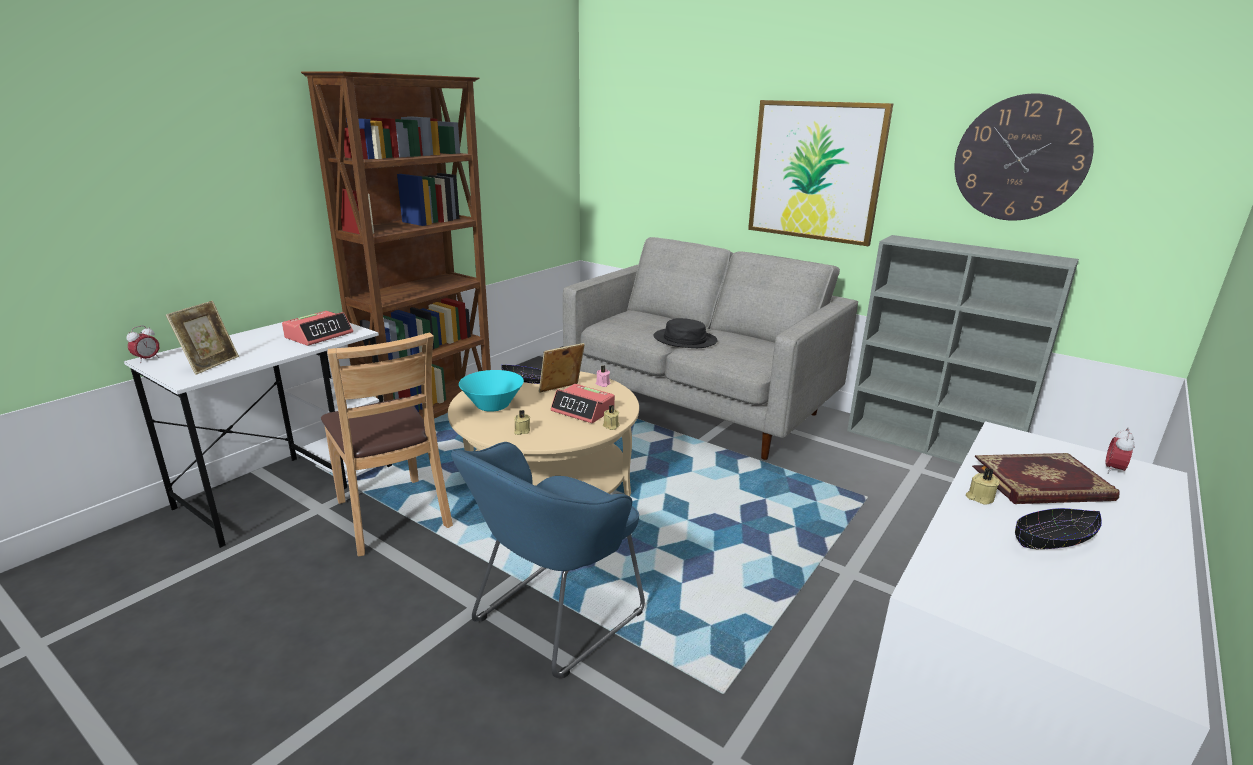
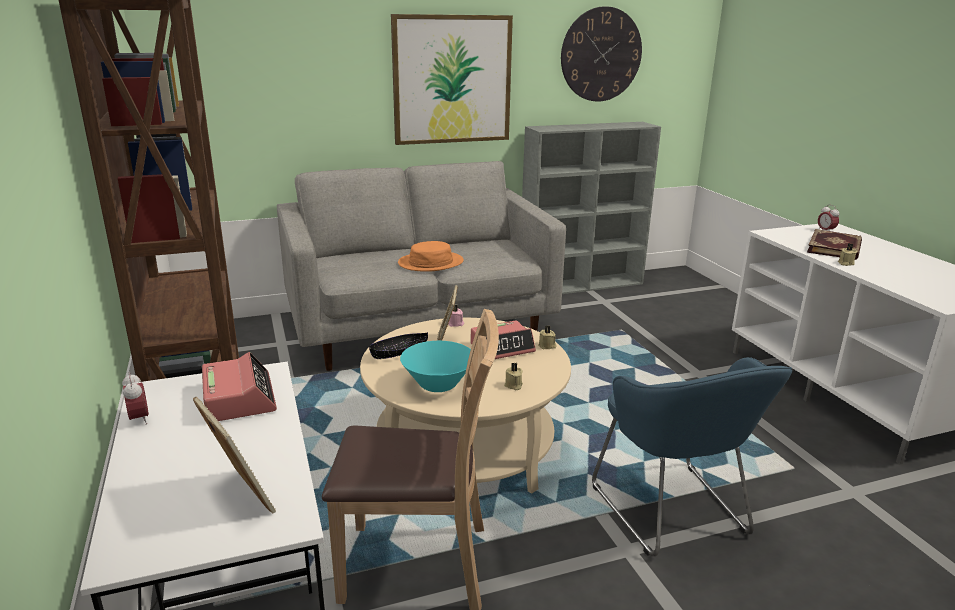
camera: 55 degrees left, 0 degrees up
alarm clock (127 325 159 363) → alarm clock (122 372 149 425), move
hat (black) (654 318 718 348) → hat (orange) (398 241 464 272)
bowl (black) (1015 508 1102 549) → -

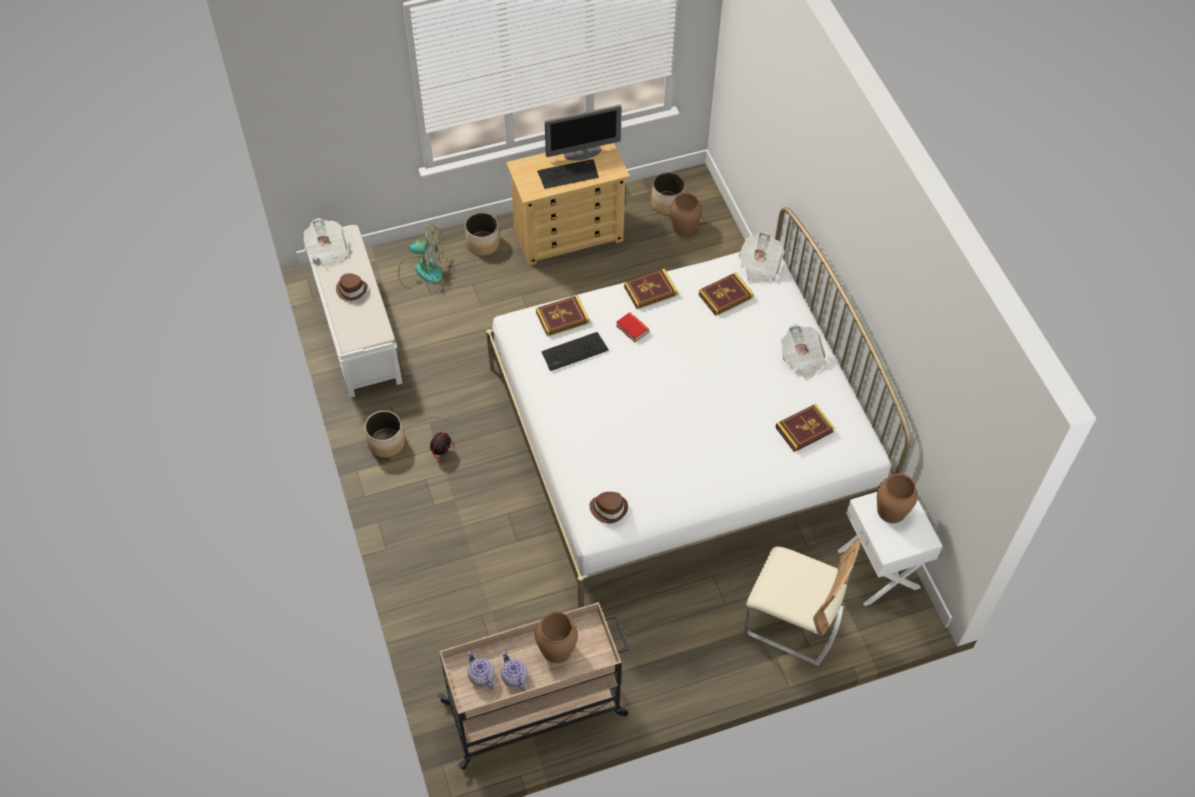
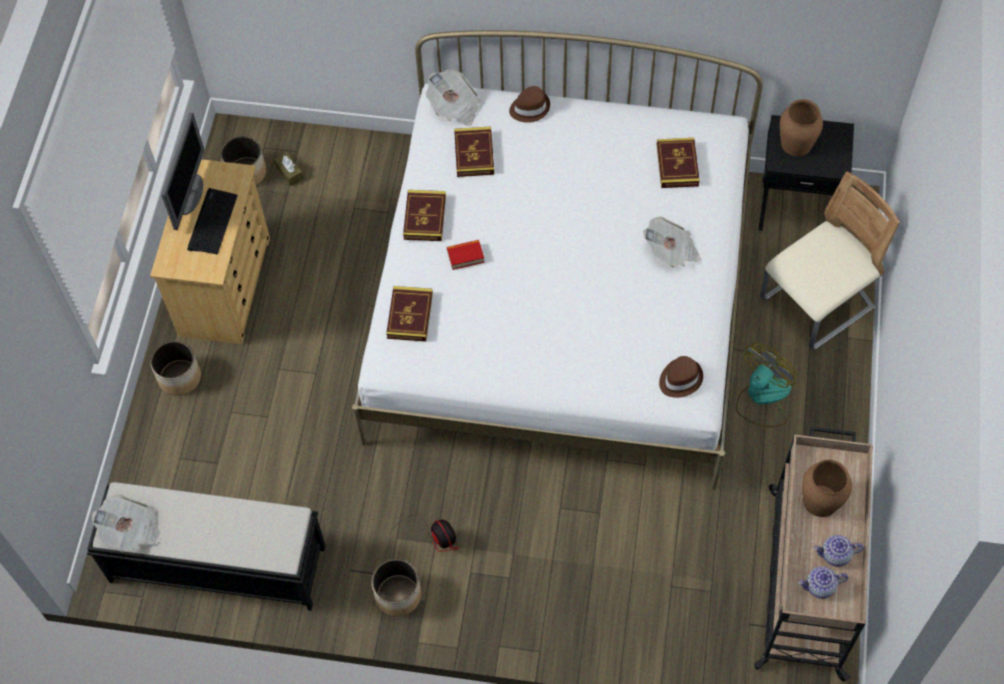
camera: 60 degrees left, 5 degrees up
bench (white) (303 225 402 398) → bench (black) (87 482 326 611)
vase (brown) (670 192 702 237) → tissue box (brown) (274 152 304 186)
hat (brown) (336 273 368 301) → hat (brown) (509 86 550 123), move
newspaper (781 324 827 380) → newspaper (643 217 701 267), move
fan (398 225 444 289) → fan (736 343 797 427), move
nightstand (white) (838 492 943 606) → nightstand (black) (759 115 854 231)
keyboard (541 332 609 371) → -

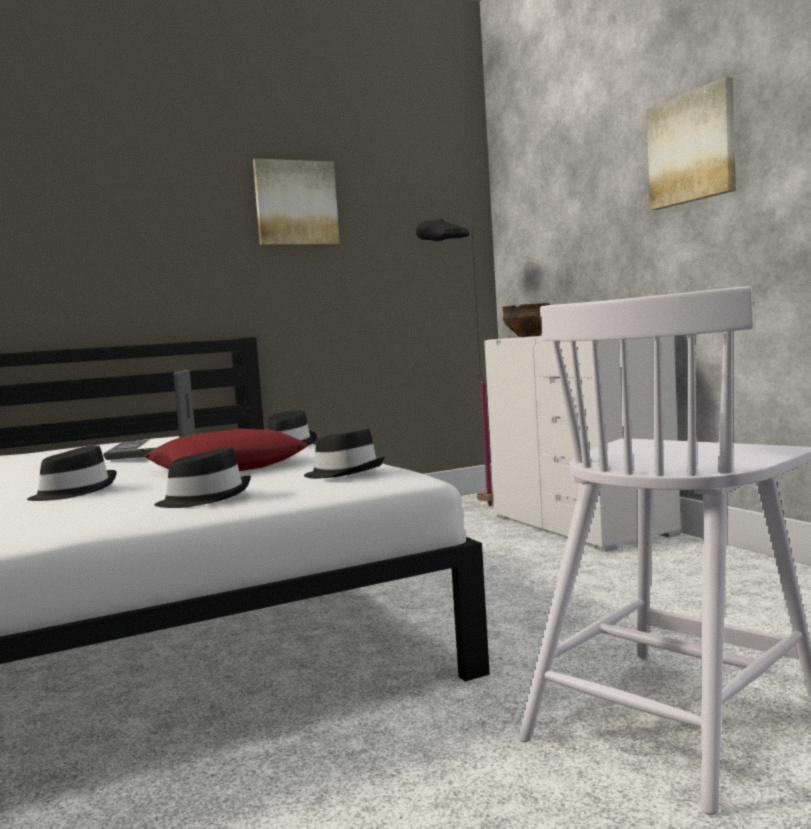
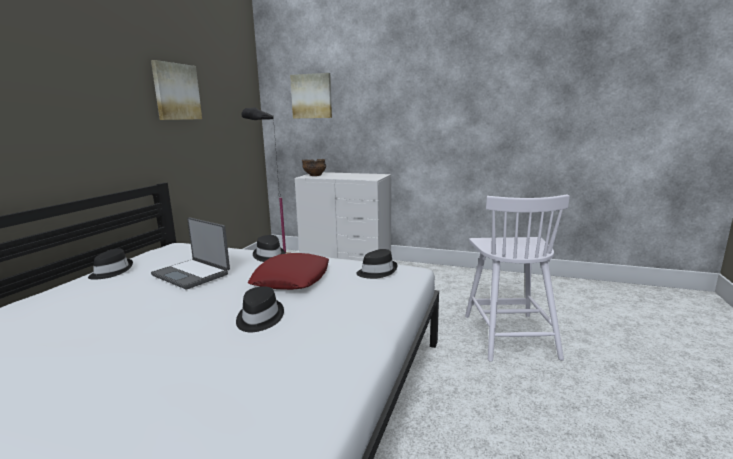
camera: 45 degrees left, 10 degrees up
hat (black) (154 447 251 508) → hat (black) (88 249 133 279), move
picture (646 77 736 210) → picture (290 73 332 118), move

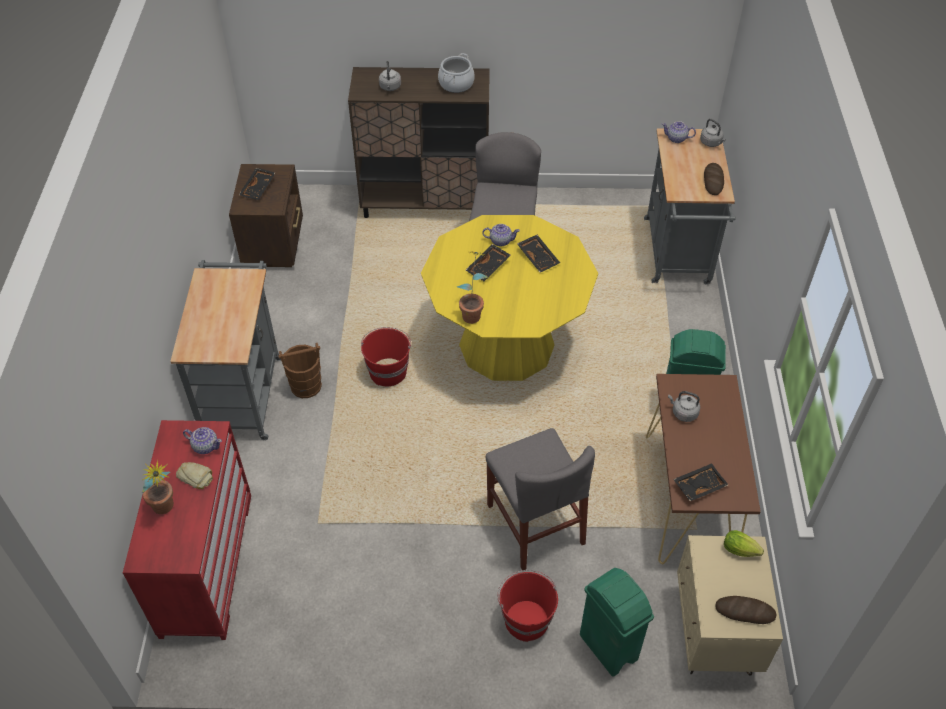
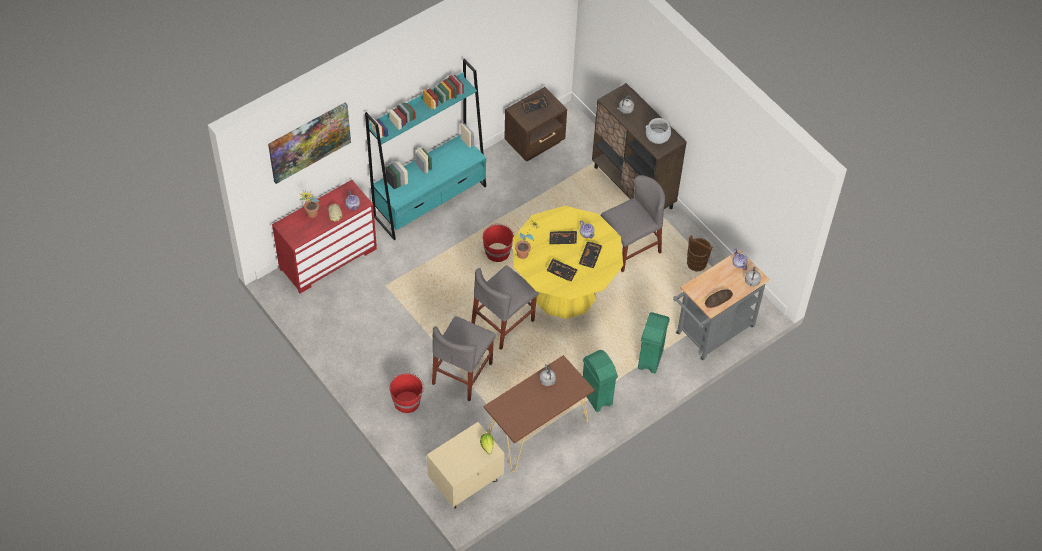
camera: 50 degrees right, 5 degrees up
- → picture (268 102 351 184)
cart (grey) (170 260 281 440) → bookcase (turquoise) (365 59 486 240)
- → chair (grey) (471 265 539 350)
tray (black) (673 463 728 501) → tray (black) (546 259 577 282), move
trash can (green) (580 568 654 677) → trash can (green) (638 312 670 374), move
bucket (brown) (278 343 322 398) → bucket (brown) (687 235 712 271), move
bread (716 596 776 624) → -

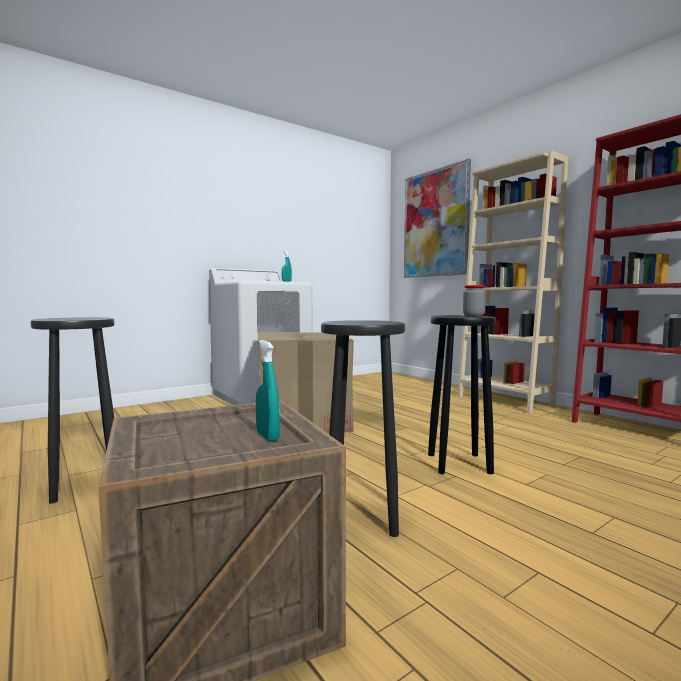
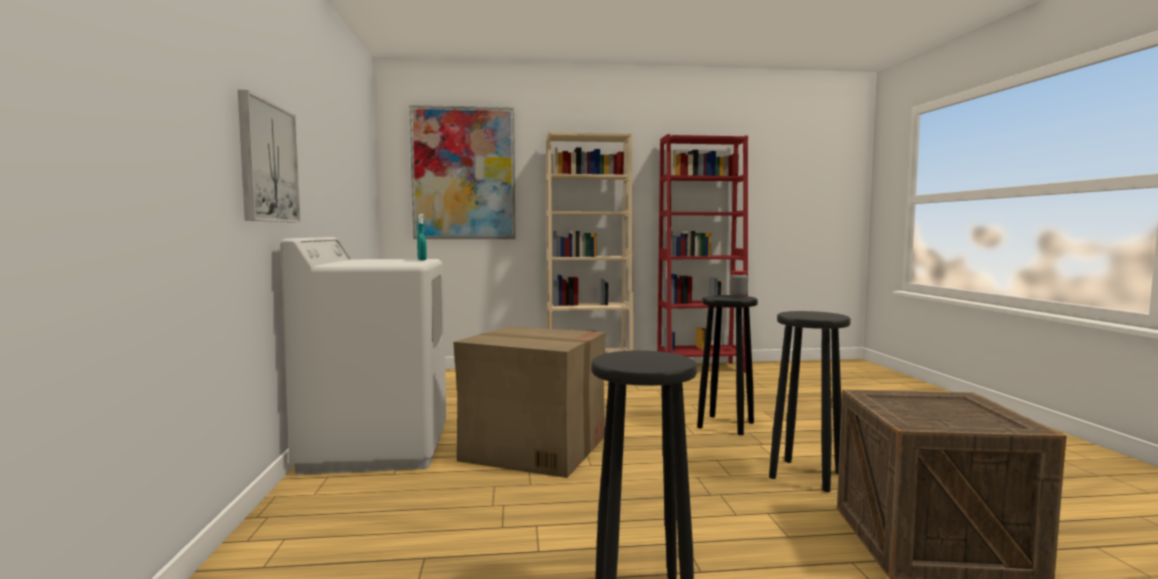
camera: 60 degrees left, 0 degrees up
- → picture (238 90 301 222)
spray bottle (turquoise) (256 340 280 442) → -

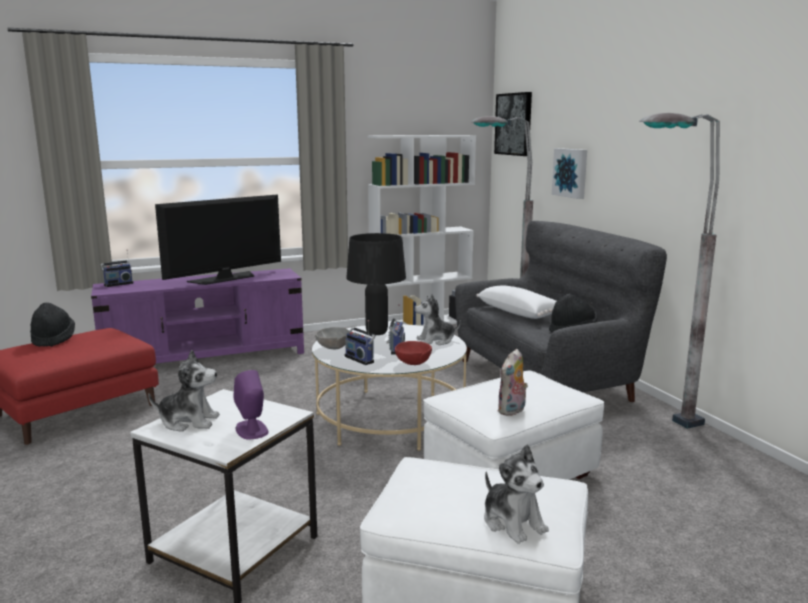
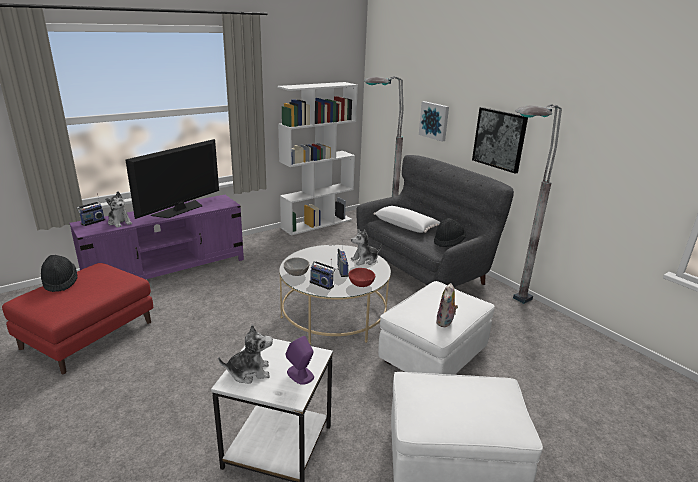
camera: 15 degrees left, 10 degrees up
plush toy (484 445 549 544) → plush toy (105 192 132 228), move
picture (494 92 532 156) → picture (472 107 528 174), move
table lamp (black) (346 233 406 335) → -

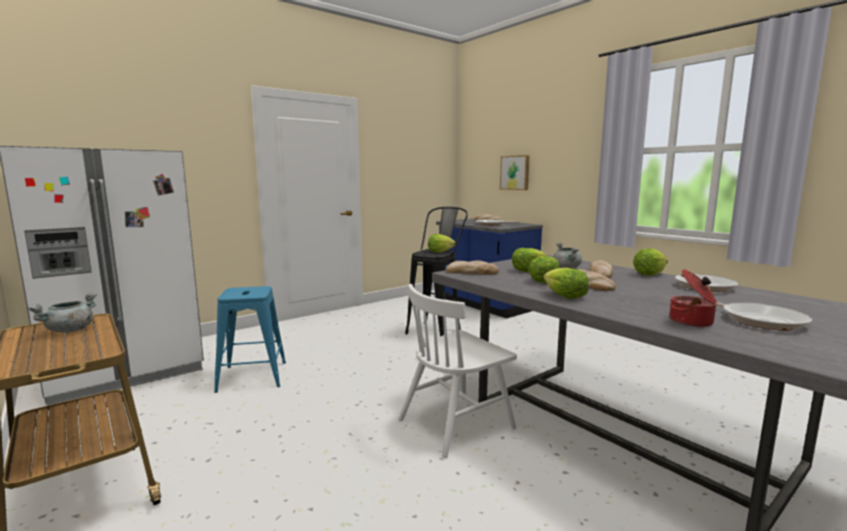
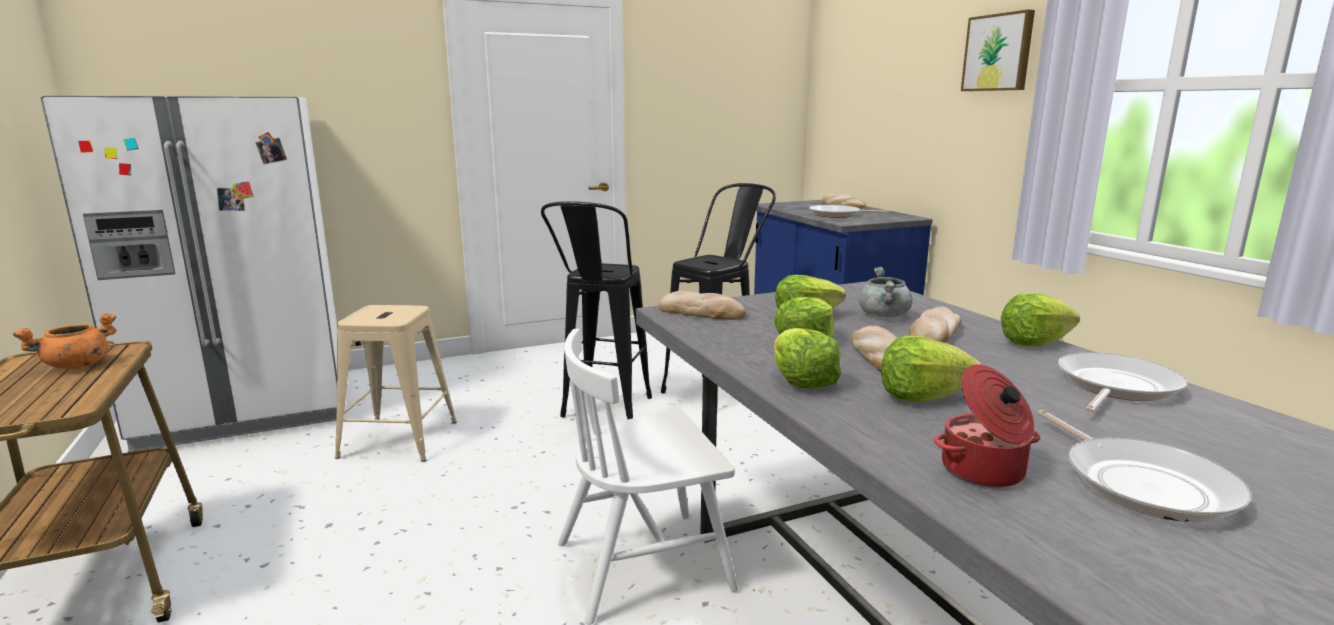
camera: 15 degrees right, 5 degrees up
cooking pot (grey) (28 293 97 333) → cooking pot (orange) (12 314 117 369)
stool (blue) (214 286 286 393) → stool (beige) (335 305 457 461)
- → stool (black) (541 202 652 420)
lettuce (428 234 455 253) → lettuce (881 336 982 402), move
picture (500 155 530 190) → picture (961 9 1035 91), move

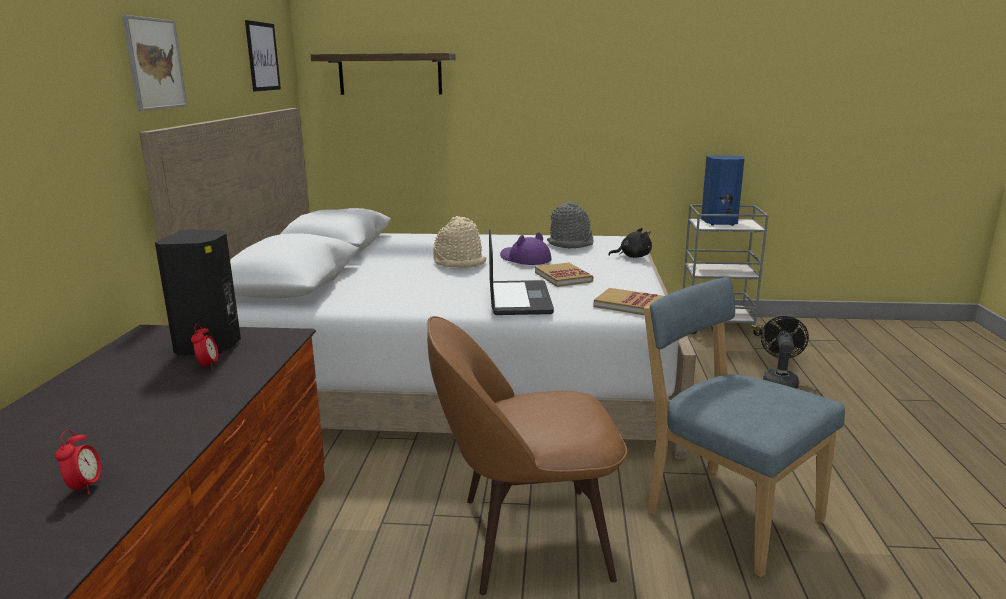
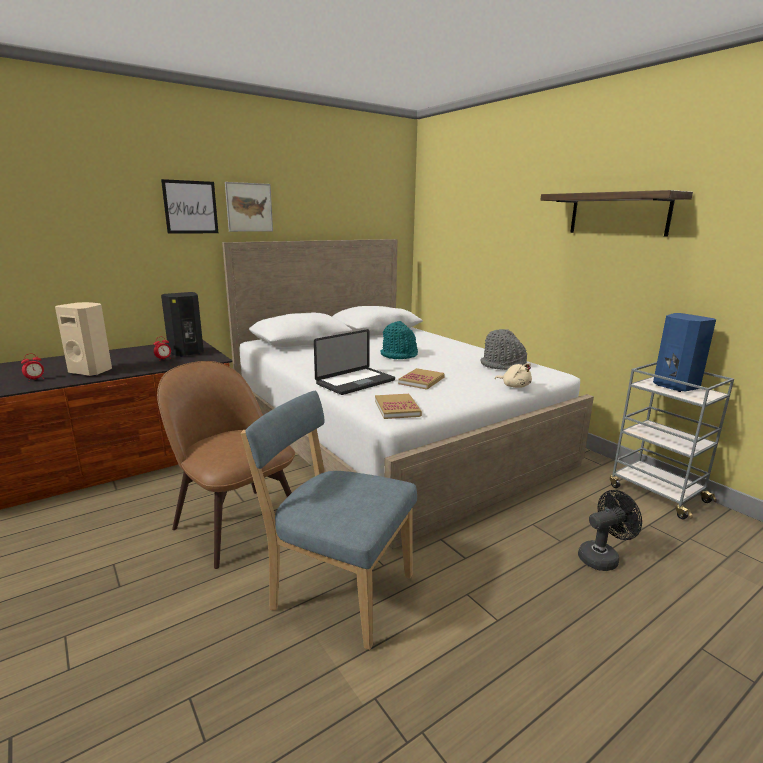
camera: 50 degrees right, 0 degrees up
- → speaker (beige) (55 302 112 376)
picture (245 20 281 91) → picture (161 179 218 234), move
chair (blue) (644 277 845 577) → chair (blue) (241 391 417 650), 75 degrees counterclockwise
hat (beige) (433 216 487 268) → hat (turquoise) (380 321 418 359)
plush toy (black) (608 228 652 258) → plush toy (beige) (495 363 532 388)
shelf (311 53 456 95) → shelf (540 190 693 237), move
hat (purple) (500 232 552 265) → -

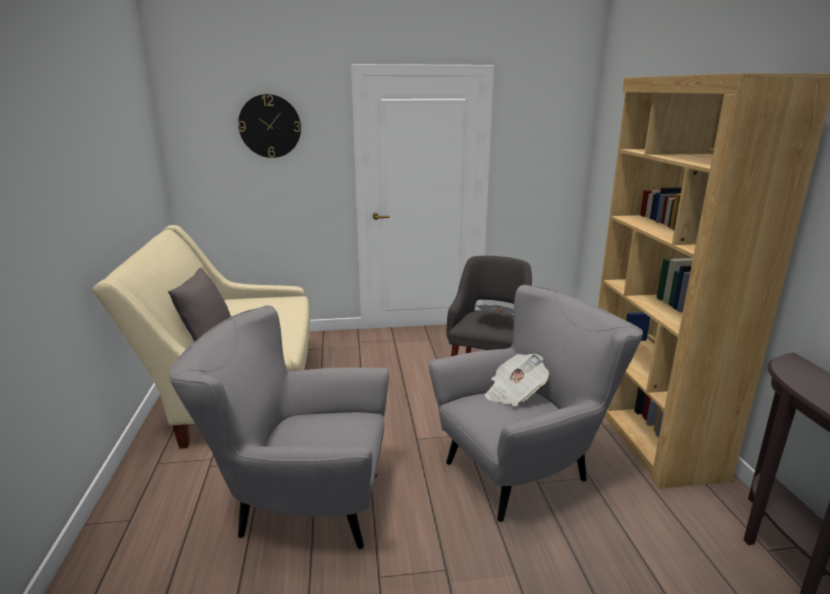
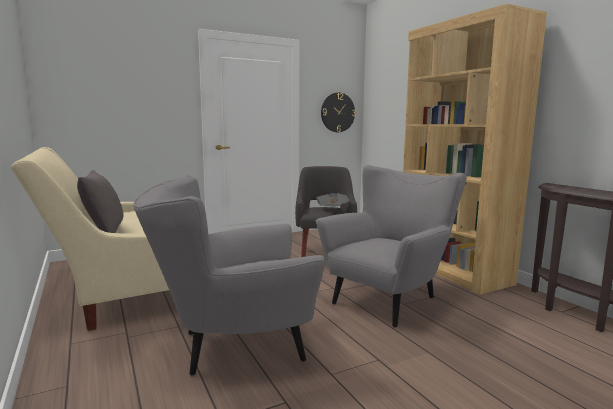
camera: 20 degrees left, 10 degrees down
wall clock (238 94 301 158) → wall clock (321 92 356 132), move
newspaper (485 354 549 406) → -

